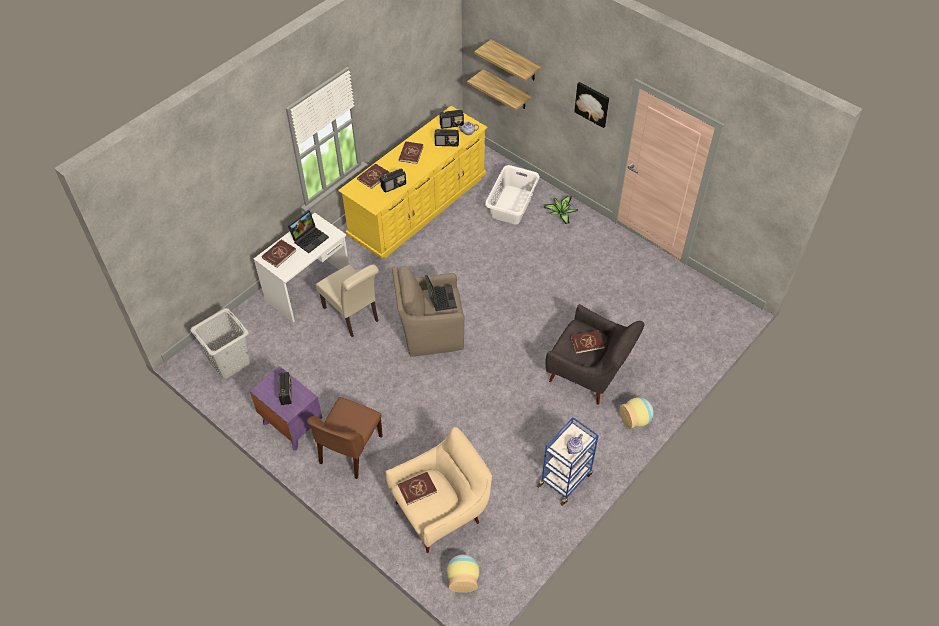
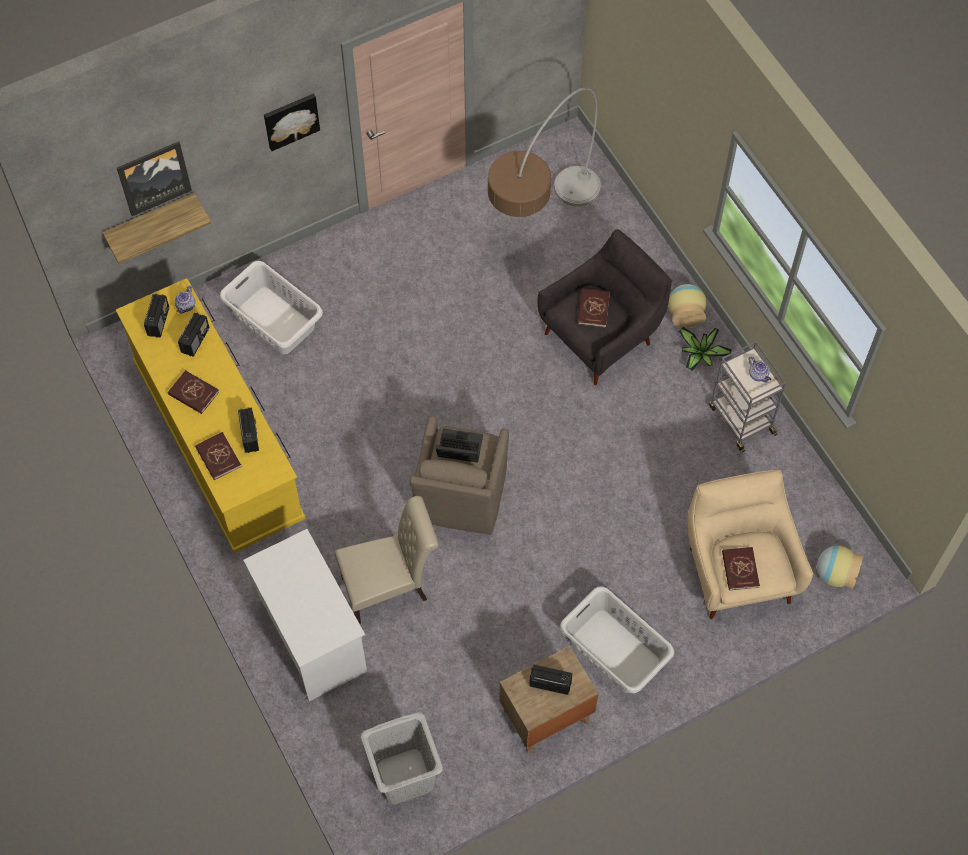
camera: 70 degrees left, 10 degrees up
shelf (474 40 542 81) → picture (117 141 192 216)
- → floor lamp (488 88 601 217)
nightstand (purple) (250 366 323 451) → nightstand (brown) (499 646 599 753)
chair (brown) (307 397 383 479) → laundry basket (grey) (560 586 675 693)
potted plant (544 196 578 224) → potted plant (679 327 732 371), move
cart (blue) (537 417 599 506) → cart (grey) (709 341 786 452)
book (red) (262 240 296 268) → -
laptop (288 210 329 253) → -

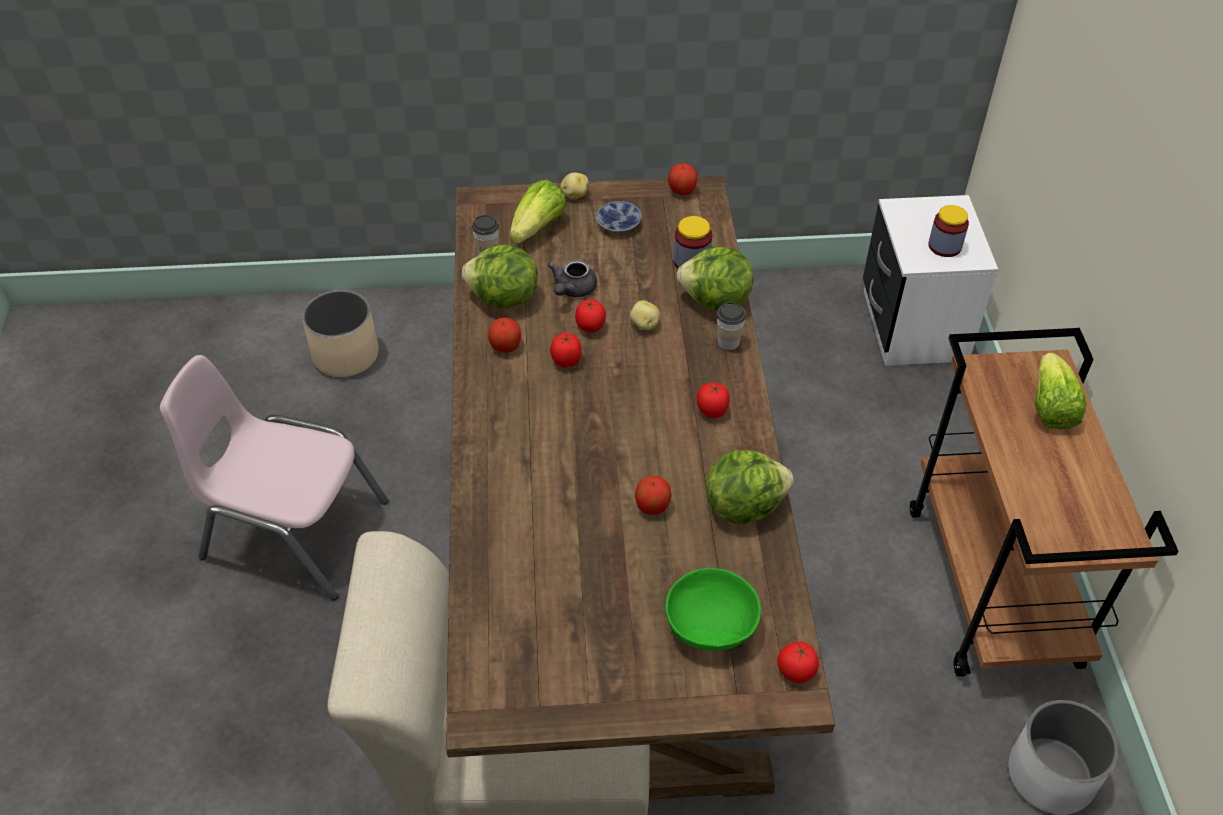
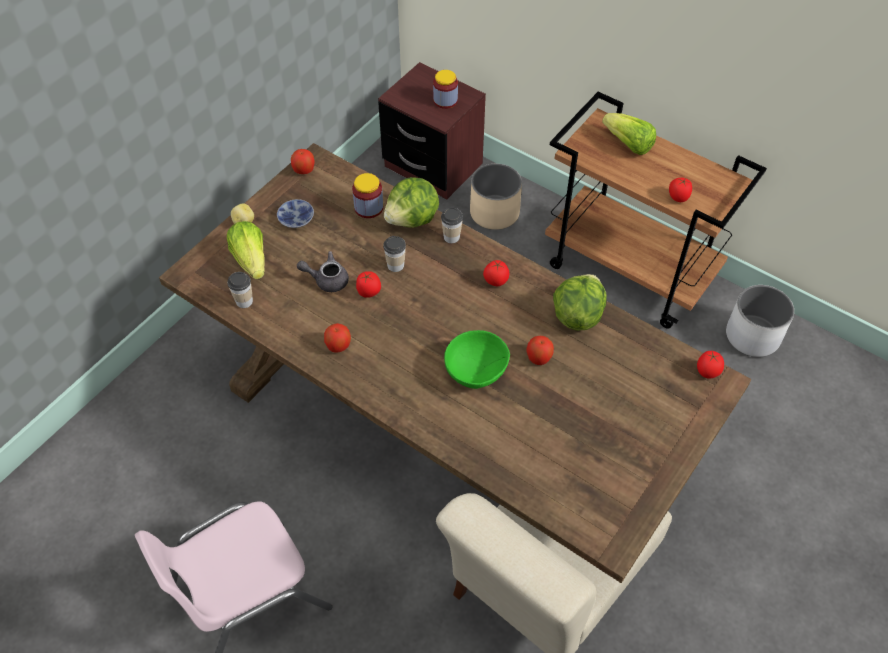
camera: 50 degrees left, 5 degrees up
teapot (grey) (548 259 597 297) → teapot (grey) (297 251 349 292), 120 degrees clockwise
nightstand (white) (863 195 998 366) → nightstand (brown) (378 62 486 199)
potato (630 300 660 330) → cup (383 236 406 272)
bowl (green) (665 568 761 651) → bowl (green) (444 330 510 389), move
planter (beige) (302 290 379 378) → planter (beige) (470 164 522 230), move
tomato (550 333 582 368) → tomato (669 178 692 202), move
lettuce (462 244 538 309) → -

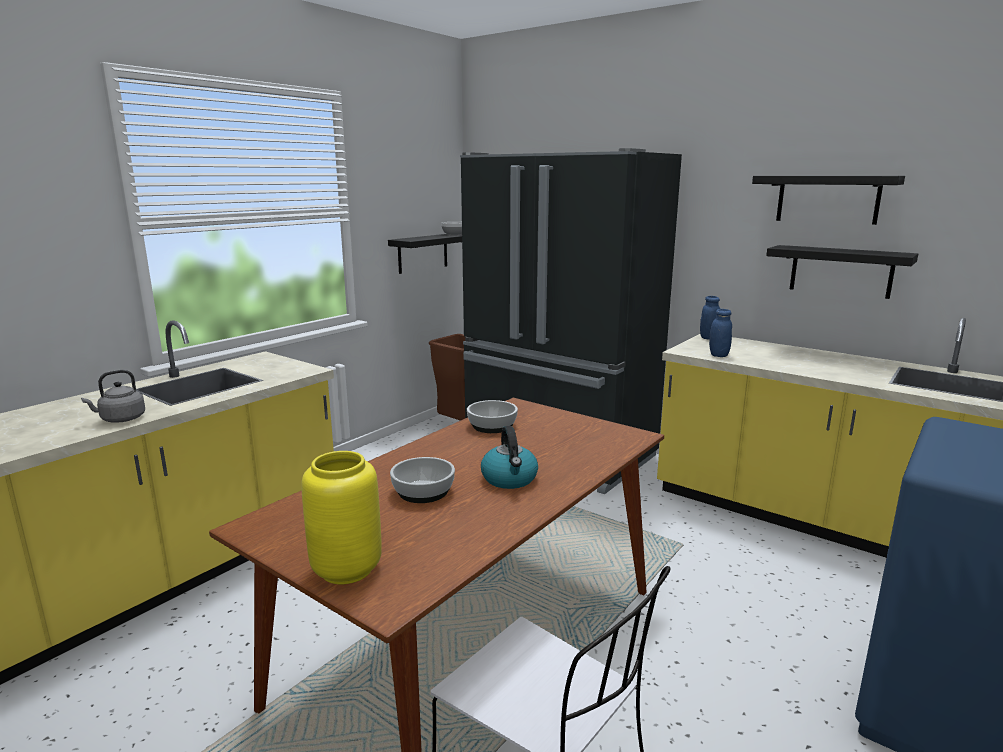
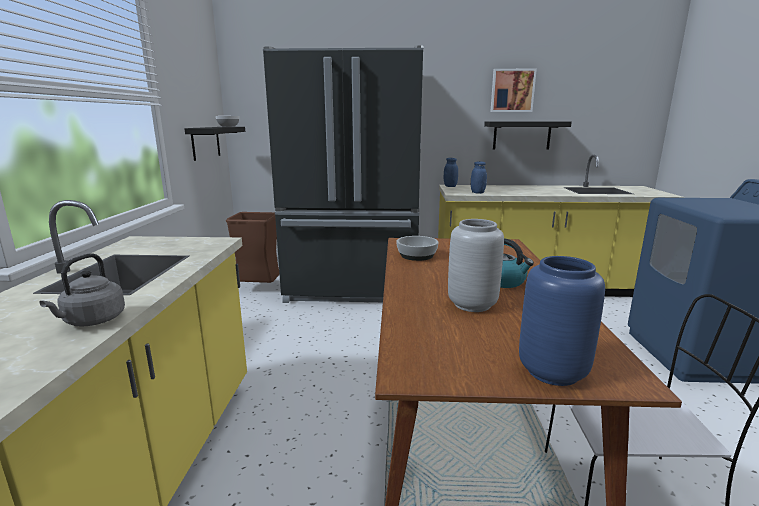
camera: 35 degrees left, 0 degrees up
bowl (390 457 455 503) → vase (grey) (448 219 504 312)
shelf (black) (752 176 905 225) → picture (490 69 537 112)
vase (yellow) (301 451 382 584) → vase (blue) (519 256 605 386)

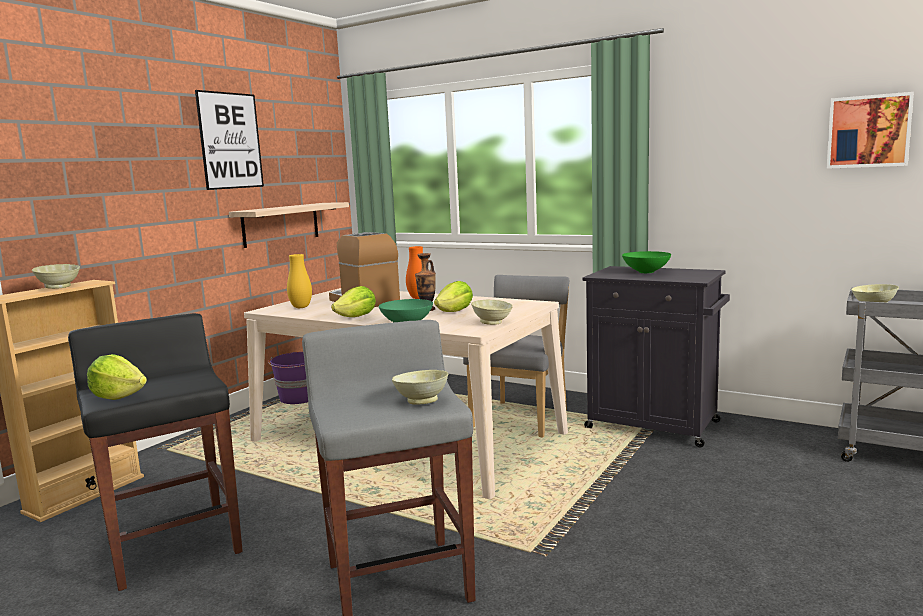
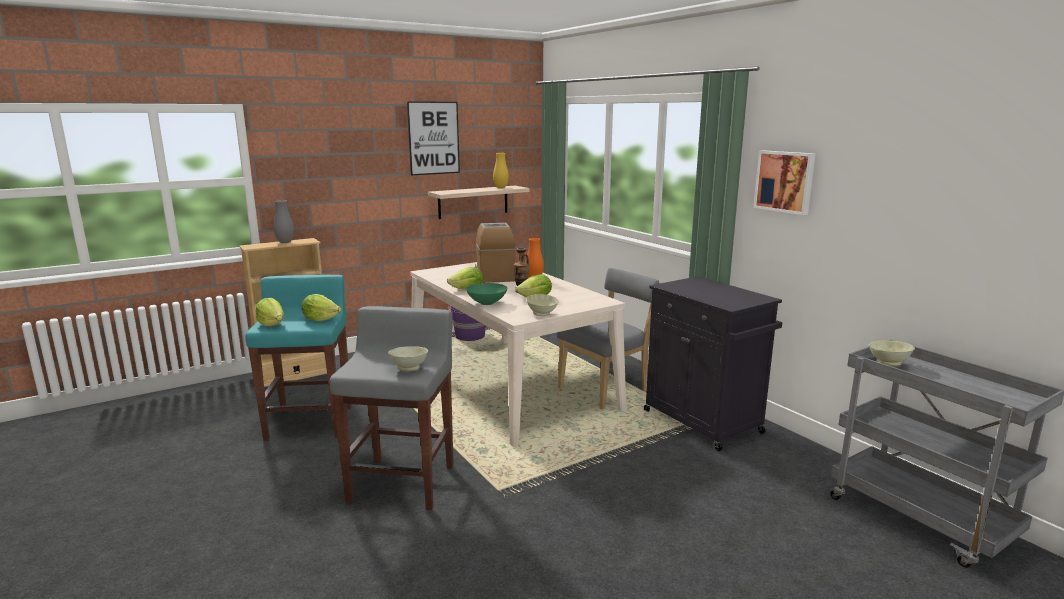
camera: 25 degrees right, 5 degrees up
stool (black) (68 313 243 591) → stool (turquoise) (245 275 352 441)
bowl (beige) (32 264 80 289) → vase (grey) (273 200 294 243)
- → lettuce (302 294 341 321)
vase (yellow) (287 254 312 308) → vase (yellow) (493 153 509 188), move
picture (827 92 914 169) → picture (753 150 816 215), move
bowl (green) (622 251 671 273) → -

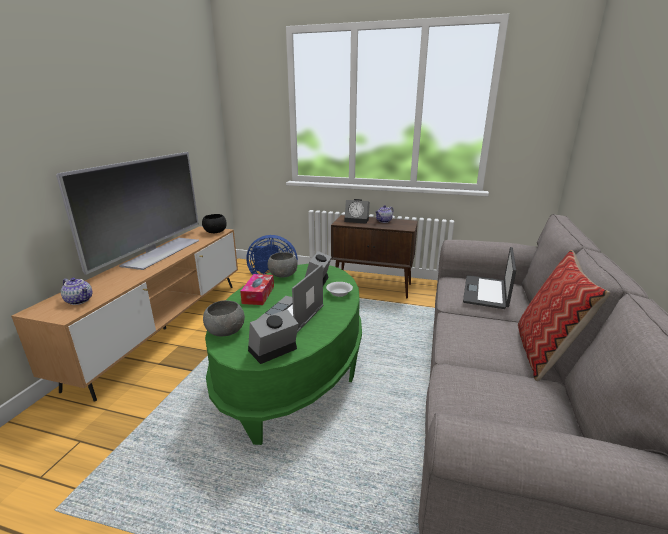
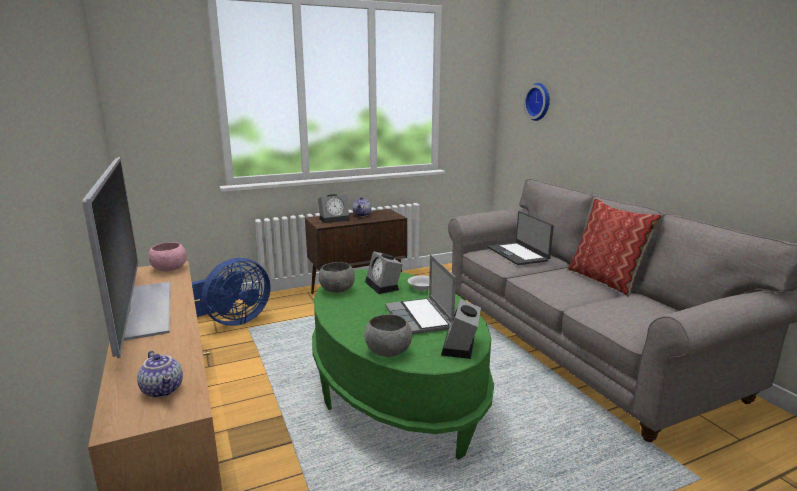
camera: 40 degrees left, 5 degrees down
teapot (61 278 92 305) → teapot (137 351 183 398), 60 degrees clockwise
bowl (black) (202 214 227 233) → bowl (pink) (148 242 187 272)
- → wall clock (524 83 550 121)
tissue box (240 274 274 305) → -

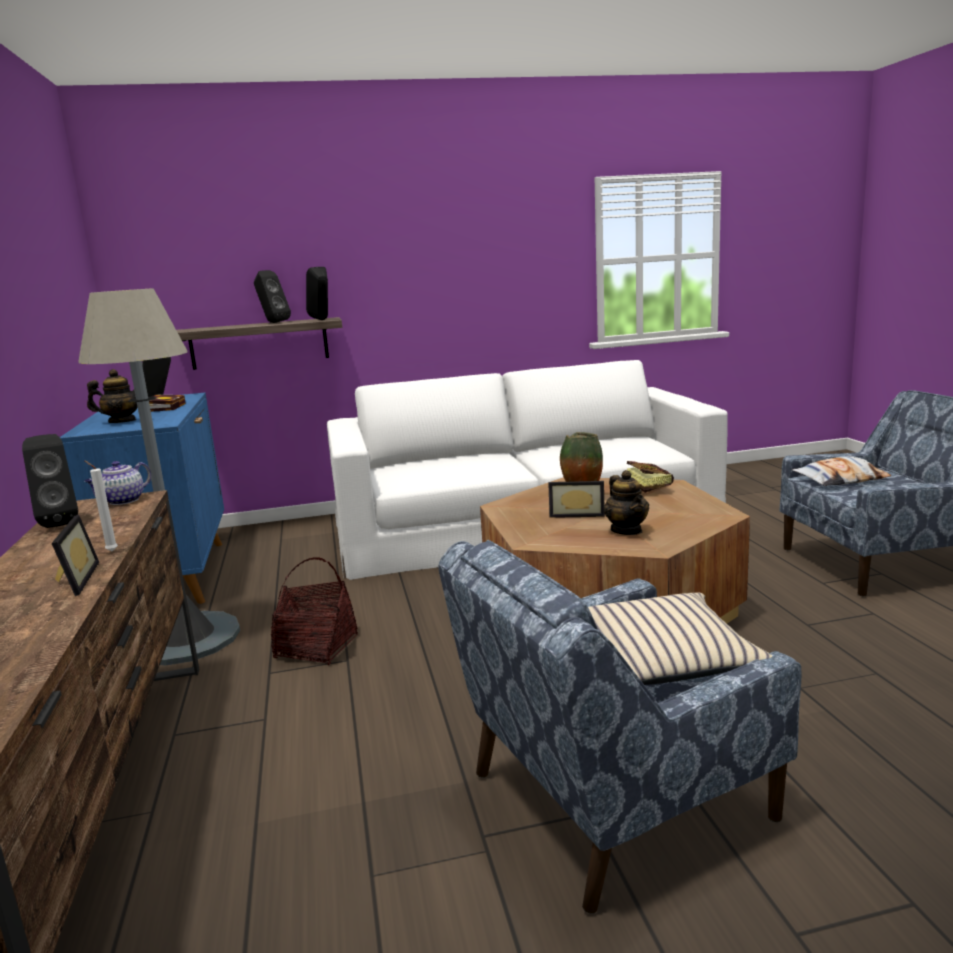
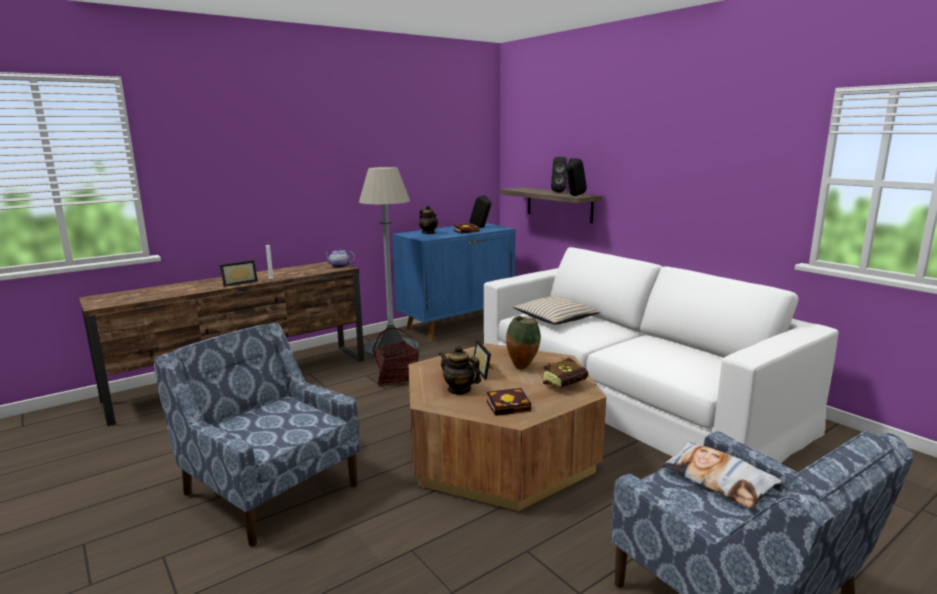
camera: 65 degrees right, 0 degrees up
teapot (604 470 649 535) → teapot (439 345 481 395), 75 degrees clockwise
- → book (487 388 531 416)
pillow (beige) (588 592 772 685) → pillow (beige) (513 296 601 325), move
speaker (black) (22 434 78 528) → -

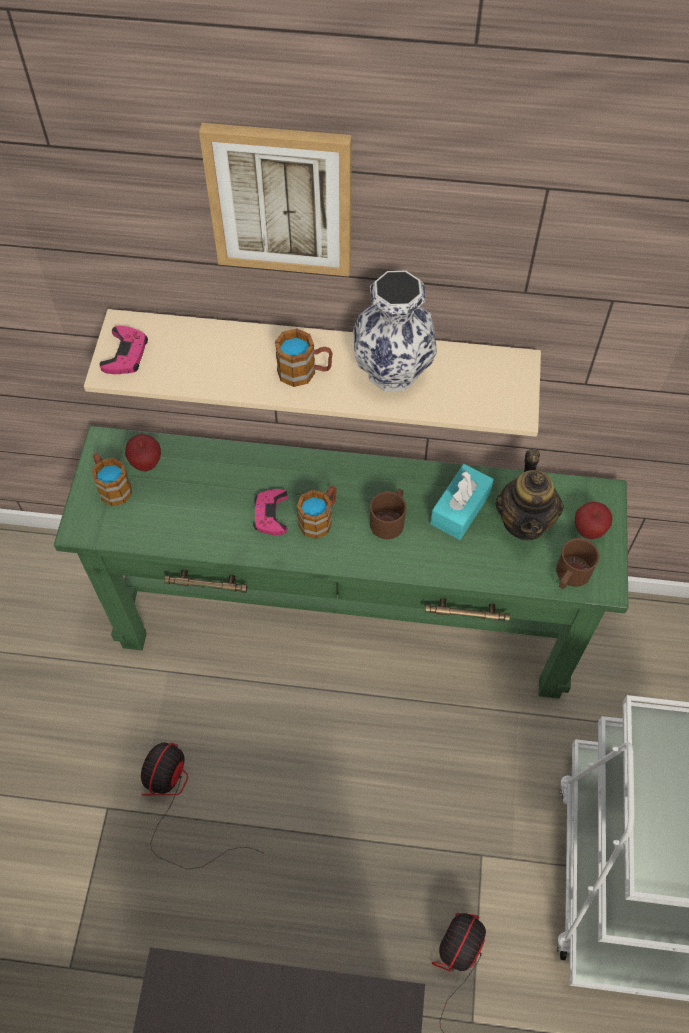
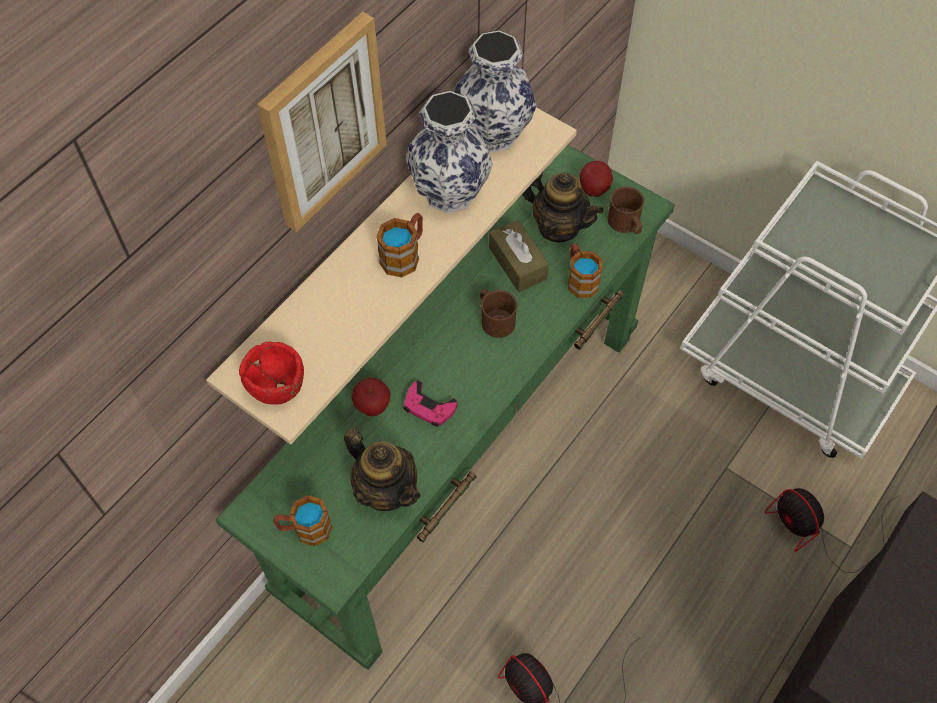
camera: 60 degrees left, 0 degrees up
game controller (pink) (99 326 148 374) → bowl (red) (239 342 304 405)
- → teapot (344 428 421 511)
apple (125 434 161 471) → apple (351 377 391 416), move
- → vase (454 31 536 153)
tissue box (turquoise) (430 464 494 540) → tissue box (brown) (489 220 549 292)
mug (297 485 337 539) → mug (568 243 603 298), move

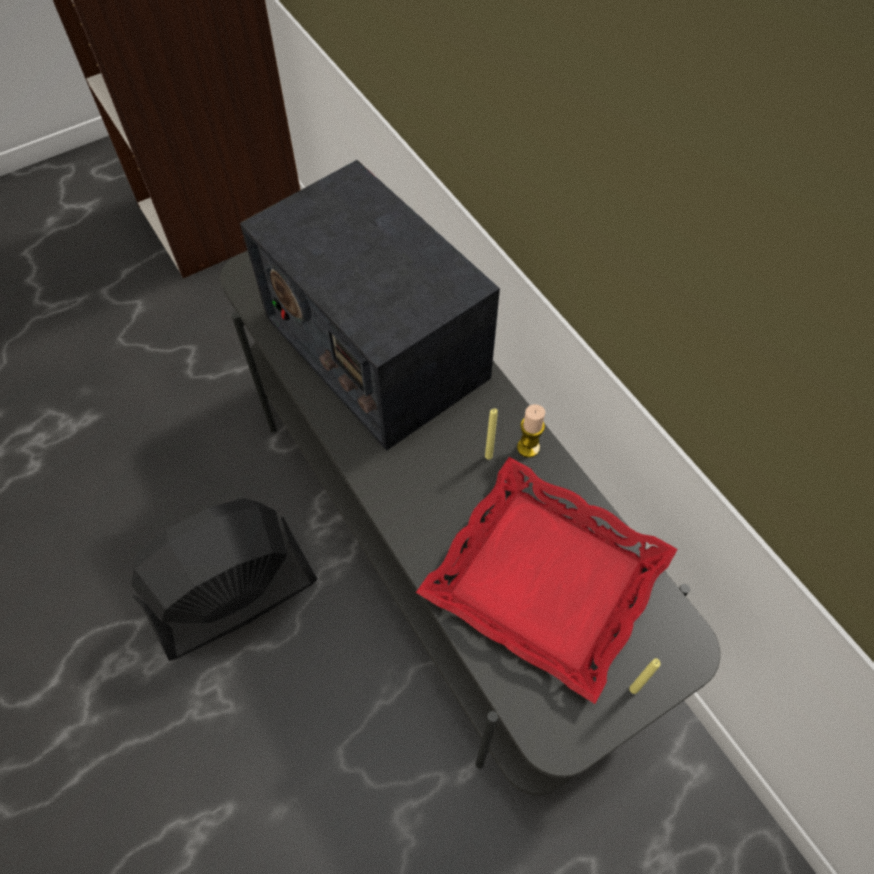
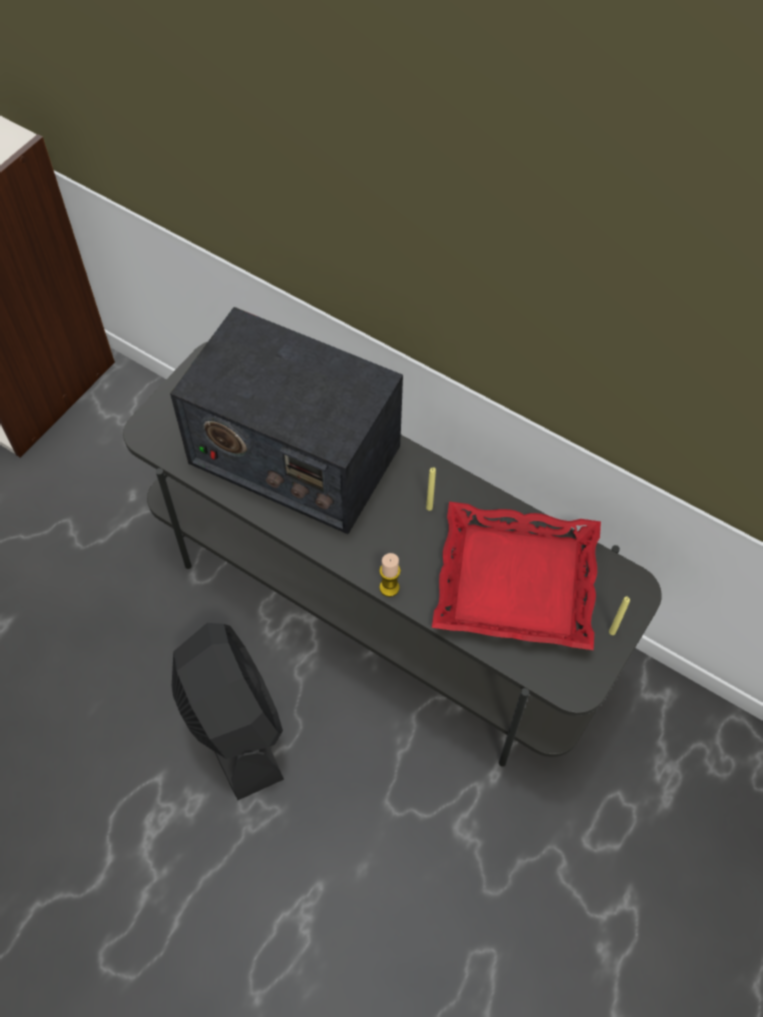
camera: 25 degrees left, 0 degrees up
fan (black) (131 498 317 661) → fan (black) (172 623 284 800), 120 degrees clockwise
candle (517 404 545 458) → candle (379 553 401 597), move

